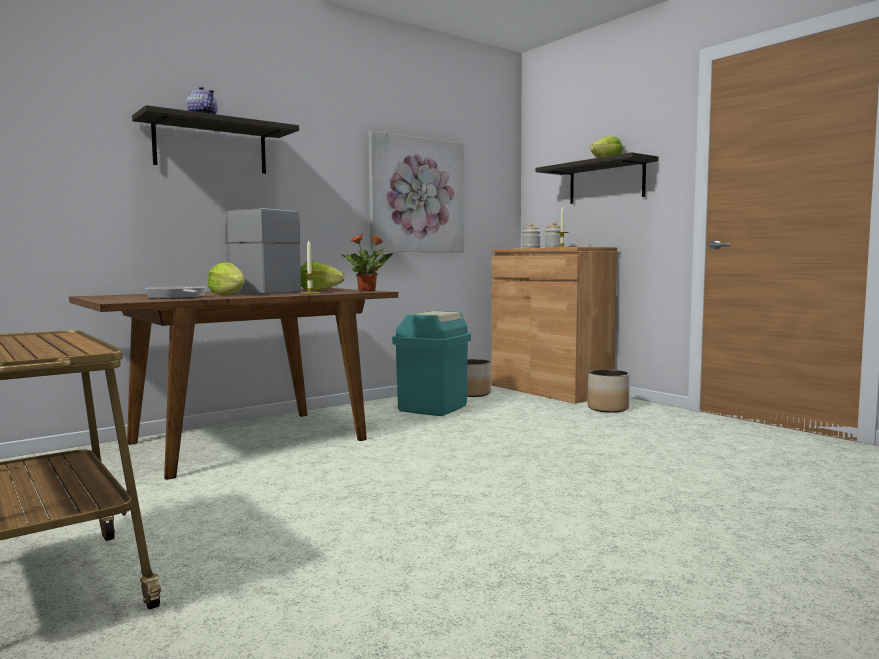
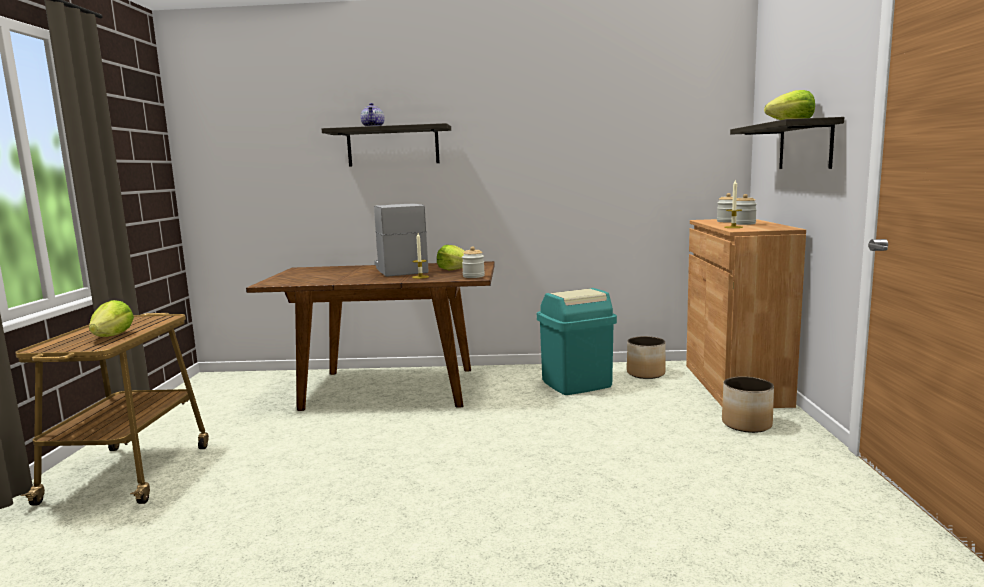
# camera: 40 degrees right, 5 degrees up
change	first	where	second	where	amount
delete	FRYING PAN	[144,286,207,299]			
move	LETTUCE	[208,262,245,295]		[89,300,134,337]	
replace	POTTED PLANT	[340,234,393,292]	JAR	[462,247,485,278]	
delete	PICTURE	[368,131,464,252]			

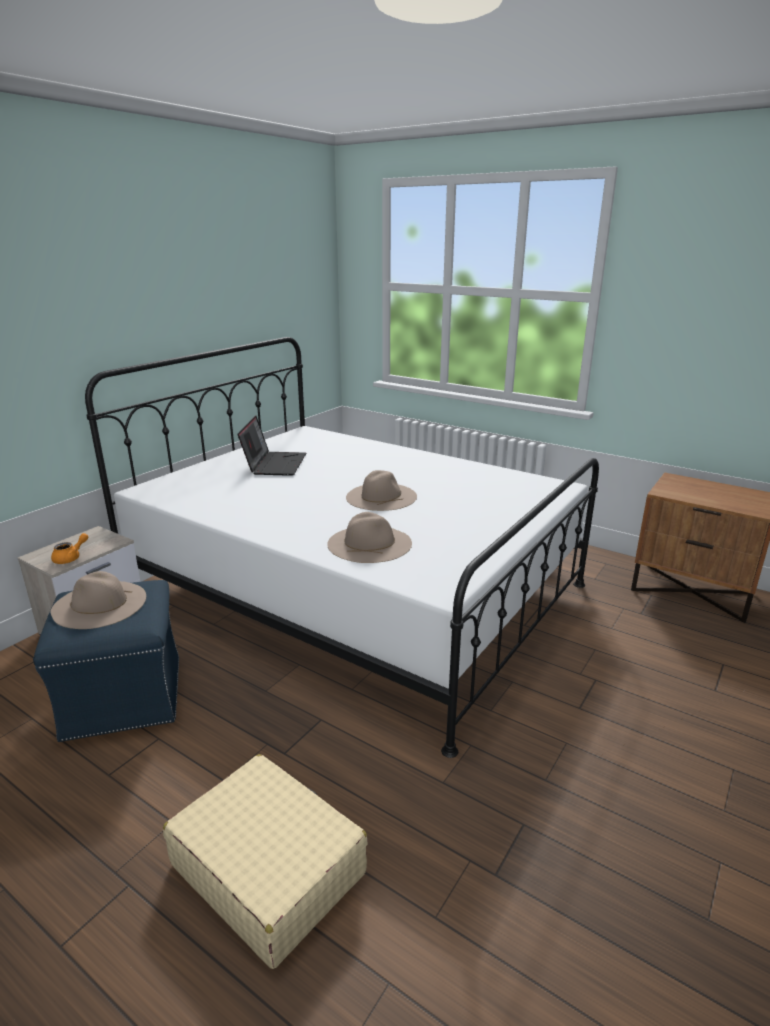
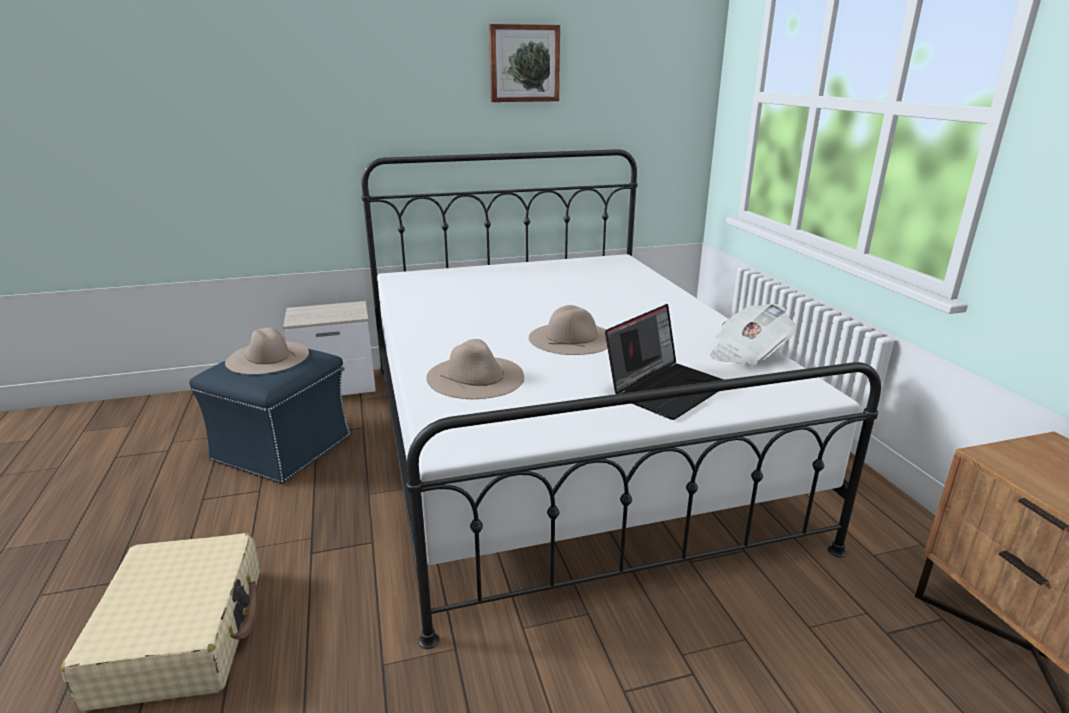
# camera: 40 degrees right, 0 degrees up
change	first	where	second	where	amount
delete	ORANGE TEAPOT	[51,533,88,564]			
move	LAPTOP	[237,416,306,476]		[605,304,724,420]	
insert			PICTURE	[489,24,560,102]	
insert			NEWSPAPER	[710,304,796,366]	

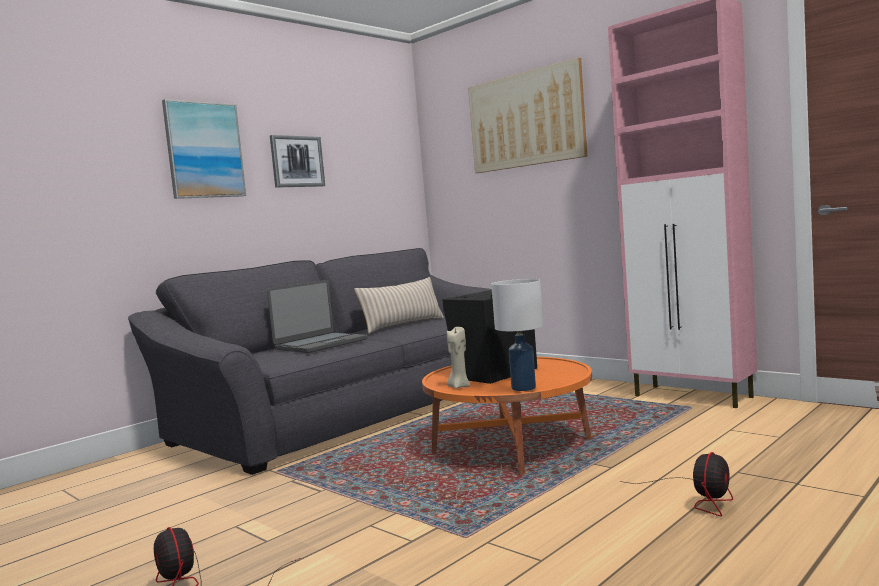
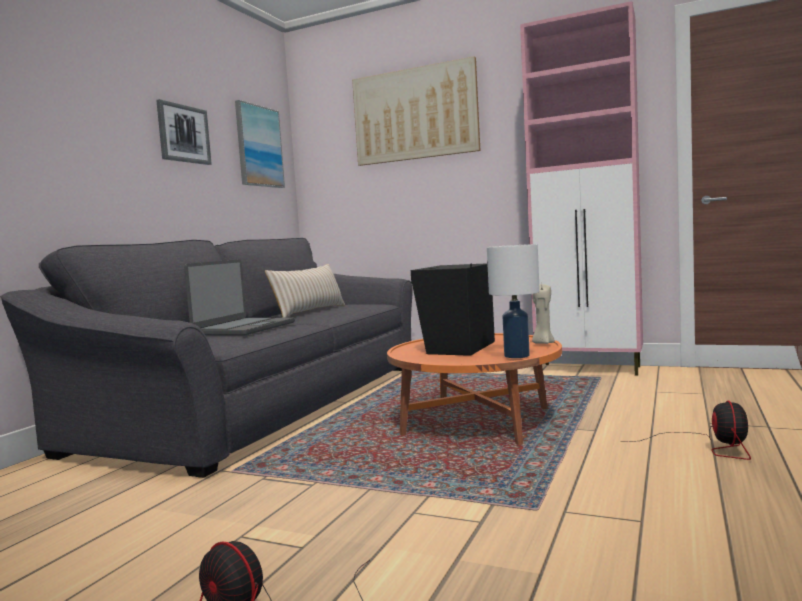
# camera: 20 degrees left, 0 degrees up
change	first	where	second	where	amount
move	PICTURE	[162,99,246,199]		[235,100,285,188]	
move	BEIGE CANDLE	[447,327,470,388]		[532,284,555,344]	

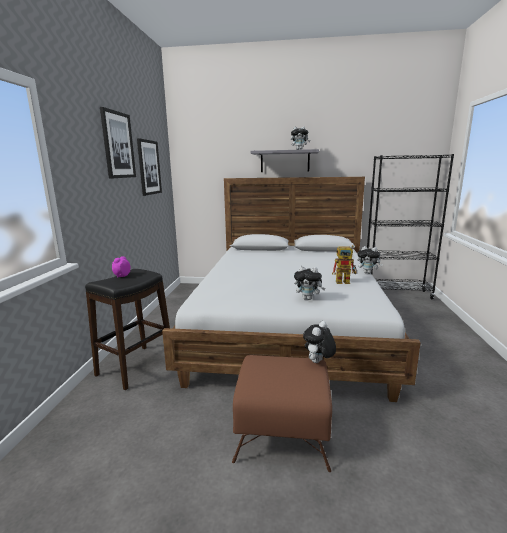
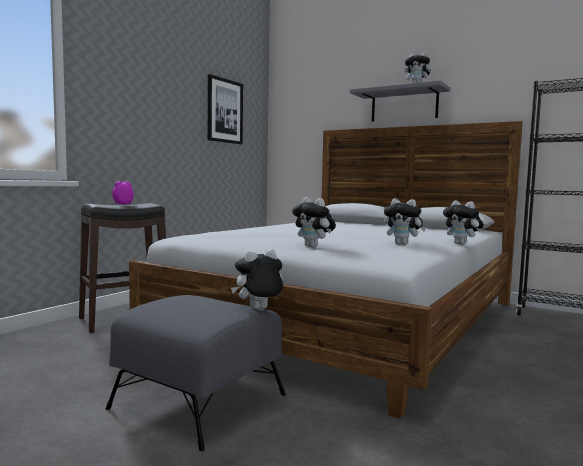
# camera: 25 degrees right, 10 degrees down
change	first	where	second	where	amount
delete	PICTURE	[100,107,136,179]			
recolor	BROWN OTTOMAN	[232,355,332,472]	GREY OTTOMAN	[105,295,286,451]	
replace	TOY ROBOT	[332,245,357,284]	PLUSH TOY	[384,198,426,245]	

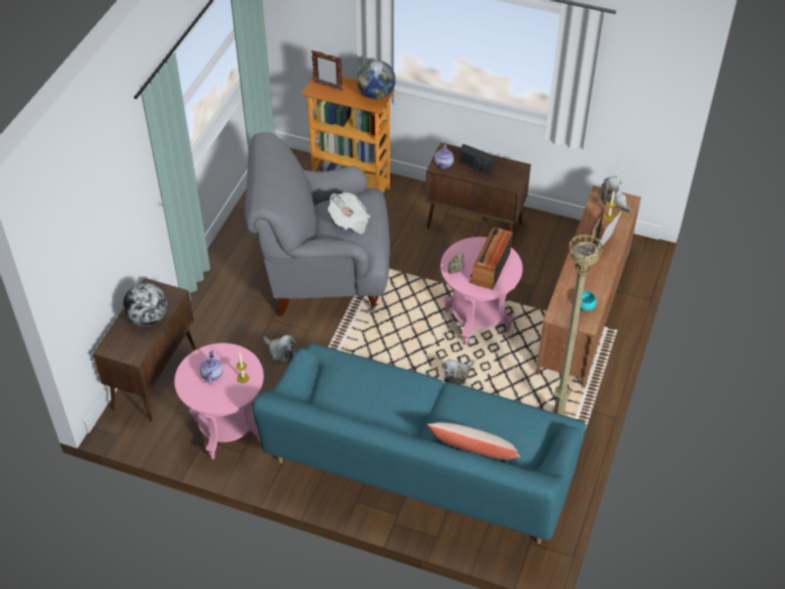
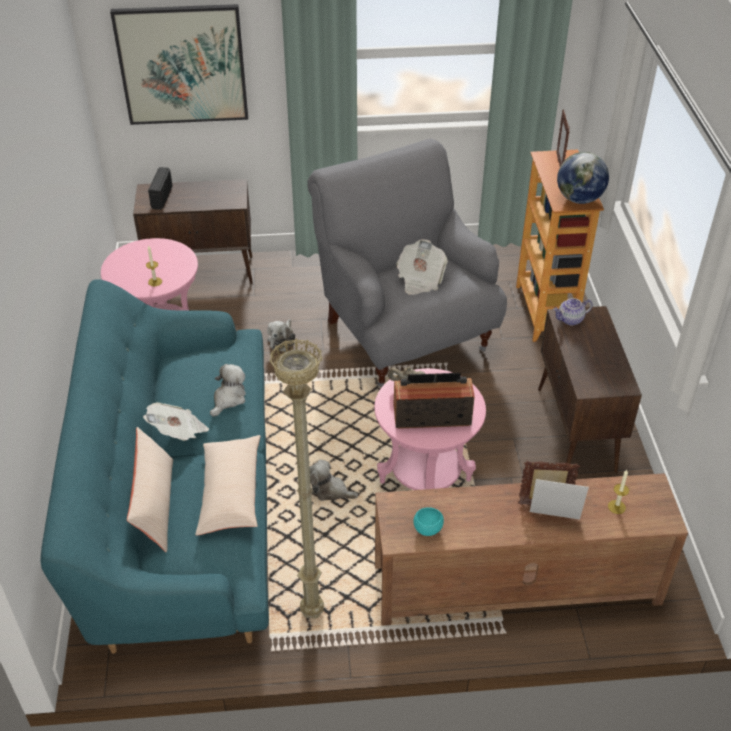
# camera: 65 degrees right, 5 degrees down
change	first	where	second	where	amount
delete	GLOBE	[123,283,167,326]			
delete	TEAPOT	[200,350,223,385]			
move	RADIO	[459,144,494,175]		[148,167,173,210]	
move	PLUSH TOY	[600,176,632,213]		[210,364,246,417]	
insert			PICTURE	[110,4,248,125]	
insert			NEWSPAPER	[143,402,209,441]	
insert			BEIGE PILLOW	[195,435,261,535]	

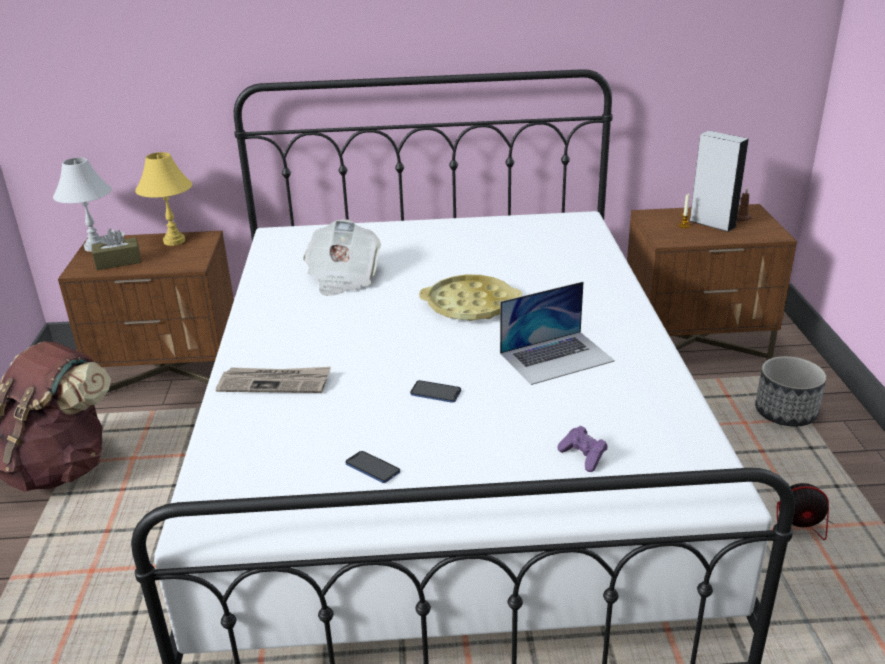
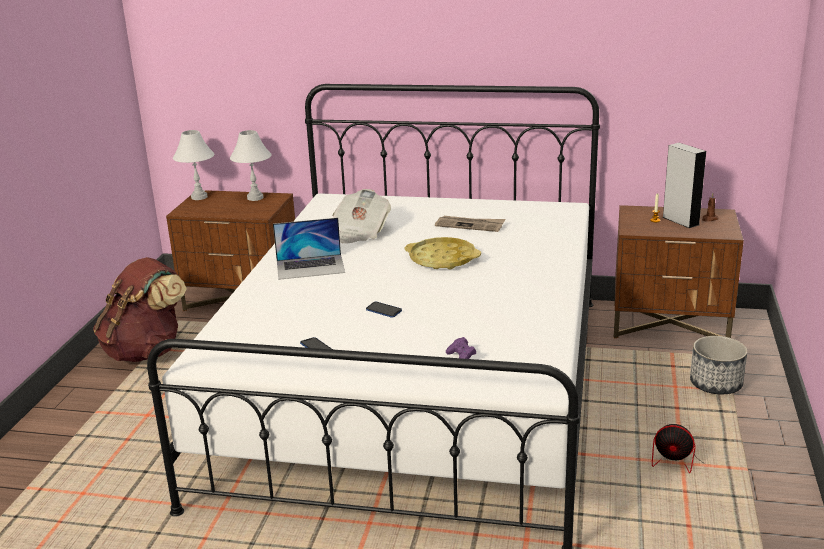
# camera: 15 degrees right, 5 degrees down
change	first	where	second	where	amount
delete	BROWN TISSUE BOX	[92,229,141,270]			
recolor	YELLOW TABLE LAMP	[135,152,192,246]	WHITE TABLE LAMP	[230,130,272,201]	
move	NEWSPAPER	[216,367,331,393]		[435,216,505,232]	
move	LAPTOP	[500,282,615,385]		[273,218,345,280]	

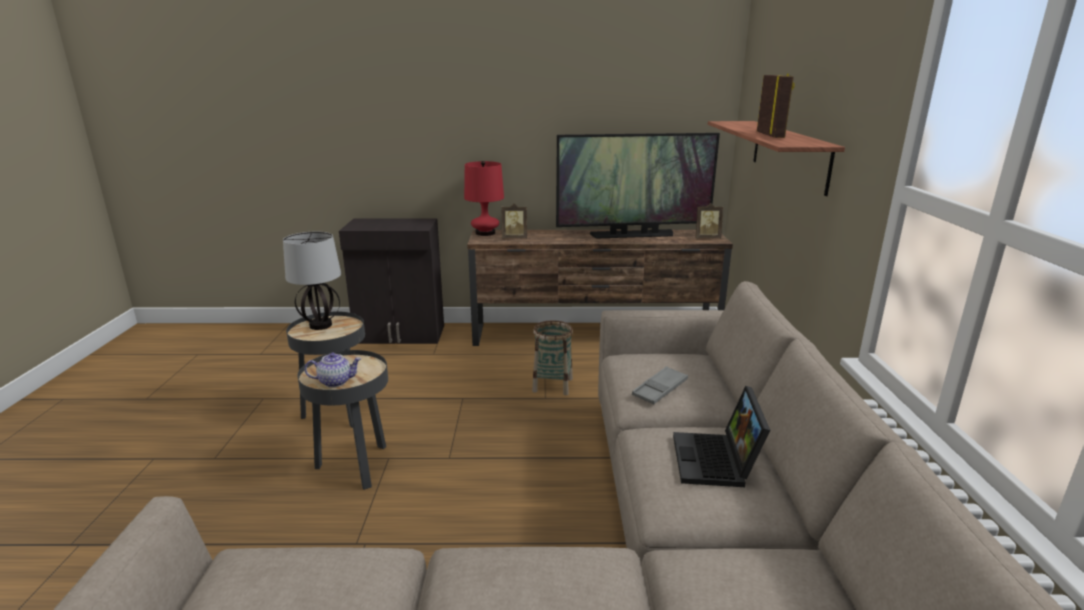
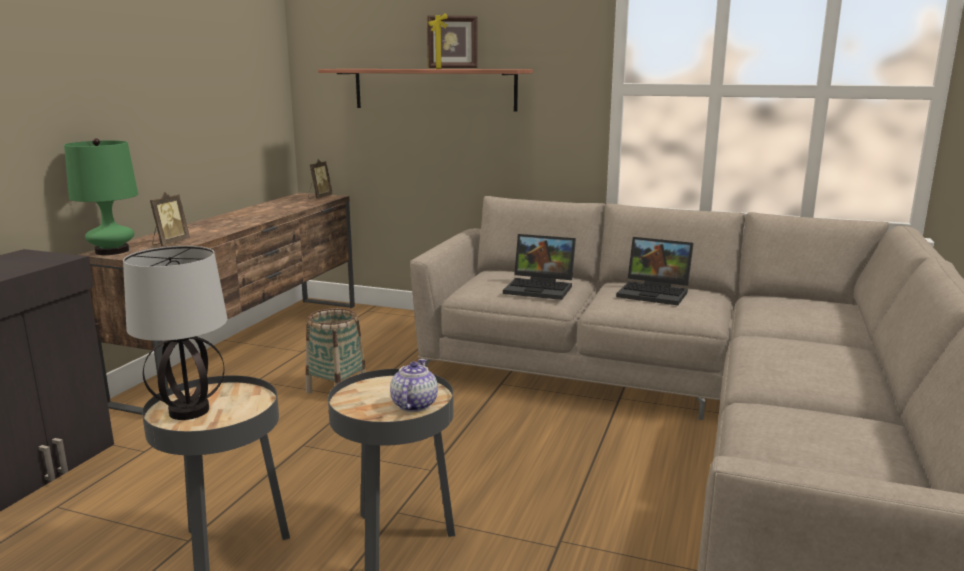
# camera: 70 degrees left, 5 degrees down
change	first	where	second	where	amount
recolor	RED TABLE LAMP	[464,161,504,236]	GREEN TABLE LAMP	[64,138,138,255]	
delete	TELEVISION	[556,133,720,238]			
replace	GREY TRAY	[632,366,688,405]	LAPTOP	[503,234,576,300]	
rotate	PICTURE FRAME	[757,73,795,138]		[427,13,477,69]	150 degrees clockwise

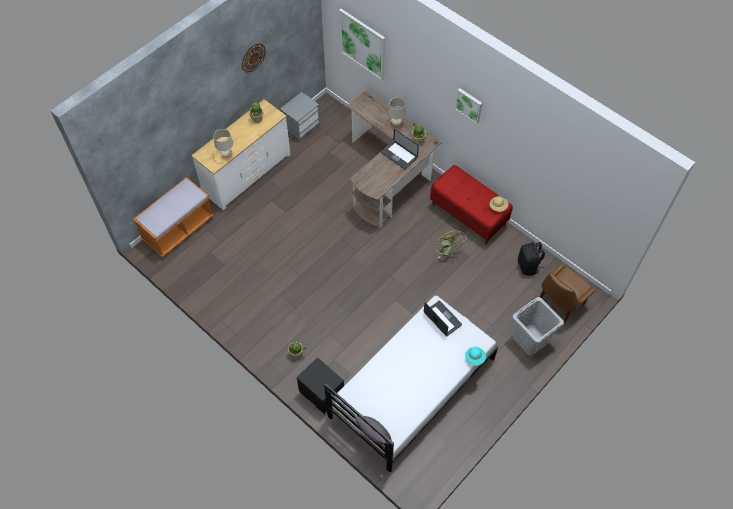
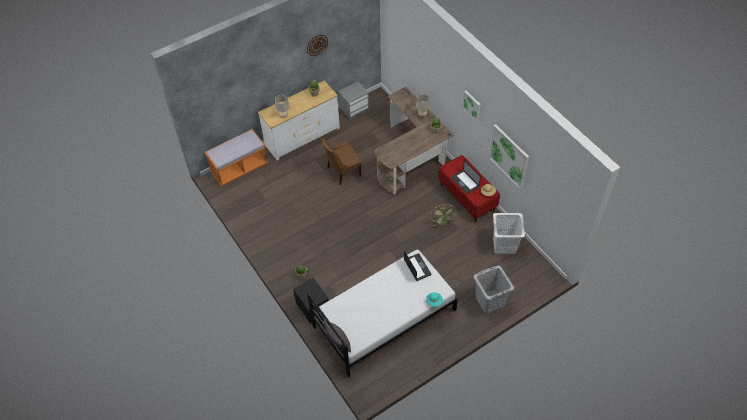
# camera: 15 degrees right, 5 degrees down
change	first	where	second	where	amount
move	PICTURE	[339,9,385,81]		[489,124,529,190]	
move	LAPTOP	[381,129,419,169]		[451,160,481,194]	
replace	BLACK BACKPACK	[518,242,545,276]	WHITE LAUNDRY BASKET	[493,213,525,254]	
move	BROWN CHAIR	[539,264,595,323]		[322,138,362,185]	

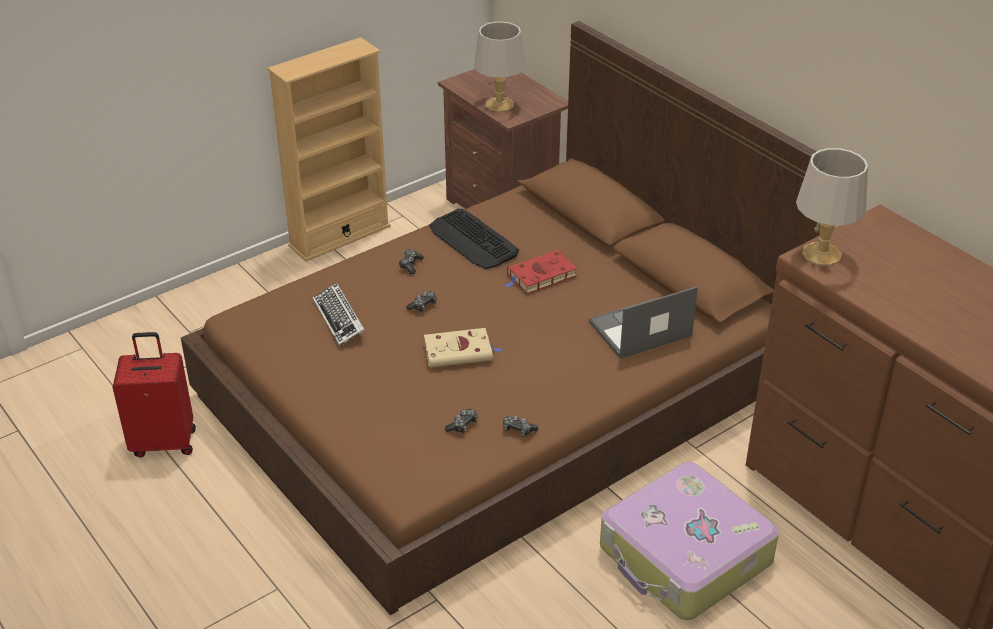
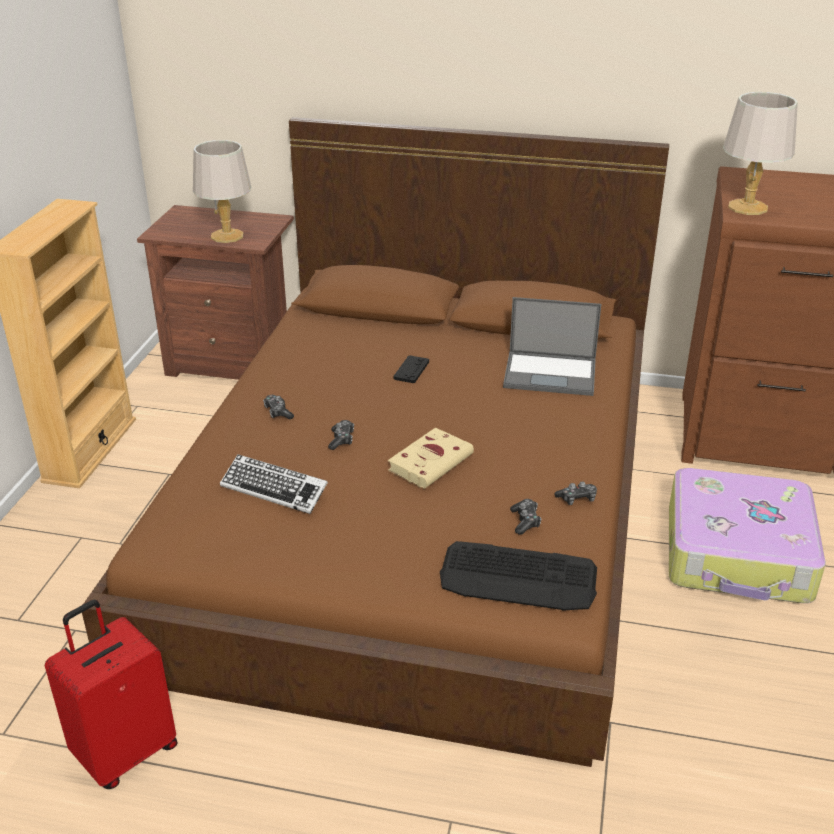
# camera: 40 degrees left, 5 degrees down
change	first	where	second	where	amount
move	KEYBOARD	[429,208,519,269]		[440,541,597,611]	
replace	RED BOOK	[505,250,577,294]	BLACK GAME CONTROLLER	[393,355,429,383]	
rotate	LAPTOP	[589,286,698,359]		[503,297,601,396]	105 degrees counterclockwise

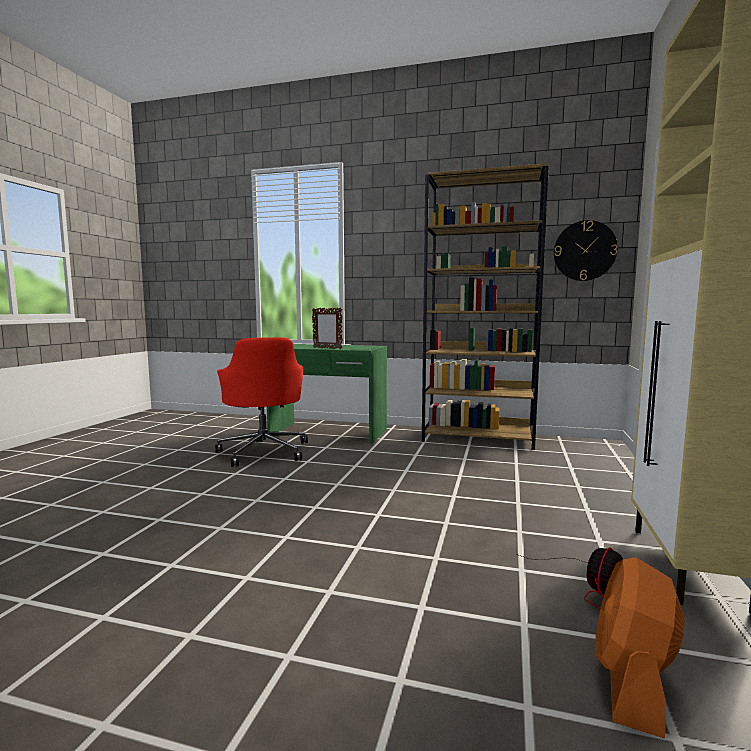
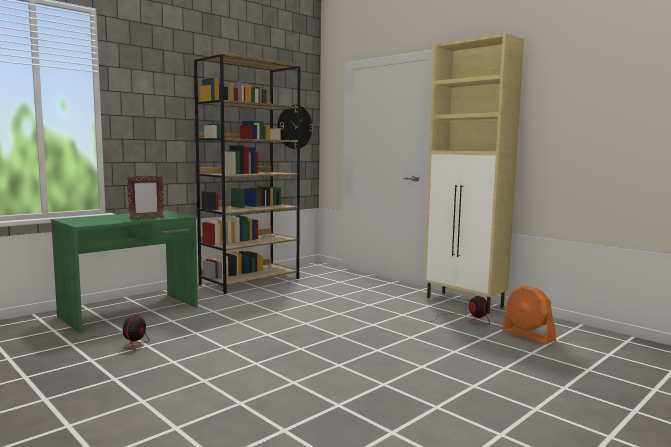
# camera: 60 degrees left, 0 degrees up
change	first	where	second	where	amount
replace	RED OFFICE CHAIR	[215,337,308,467]	FAN	[95,315,149,351]	

